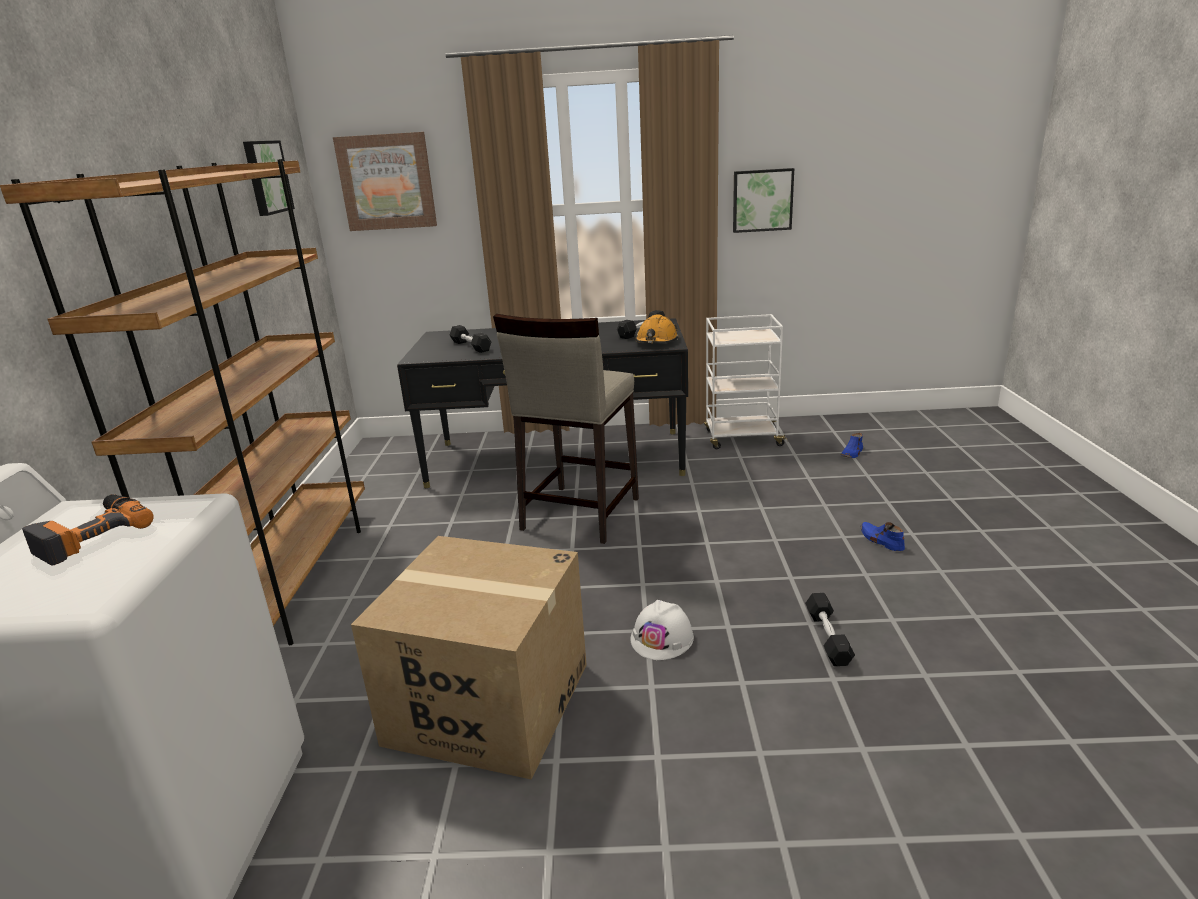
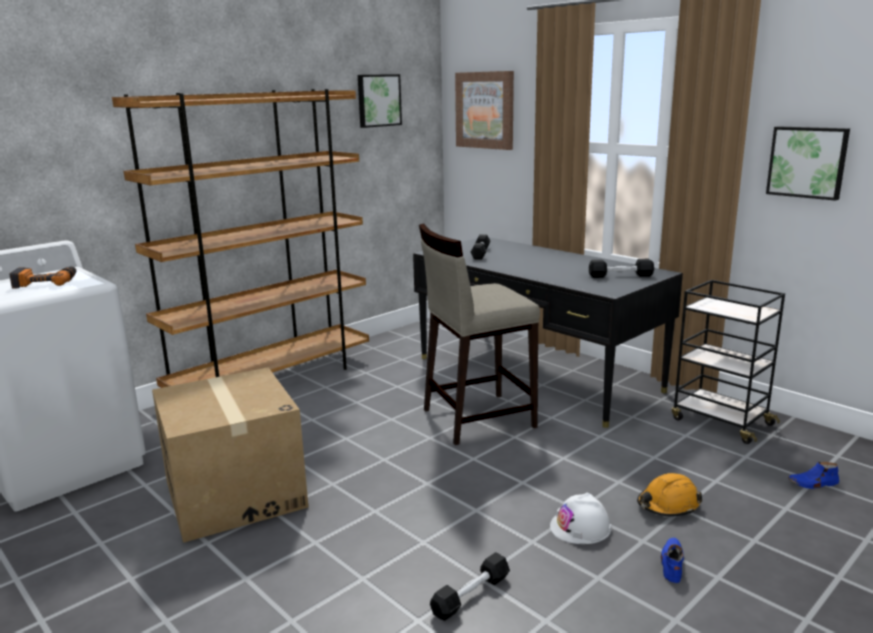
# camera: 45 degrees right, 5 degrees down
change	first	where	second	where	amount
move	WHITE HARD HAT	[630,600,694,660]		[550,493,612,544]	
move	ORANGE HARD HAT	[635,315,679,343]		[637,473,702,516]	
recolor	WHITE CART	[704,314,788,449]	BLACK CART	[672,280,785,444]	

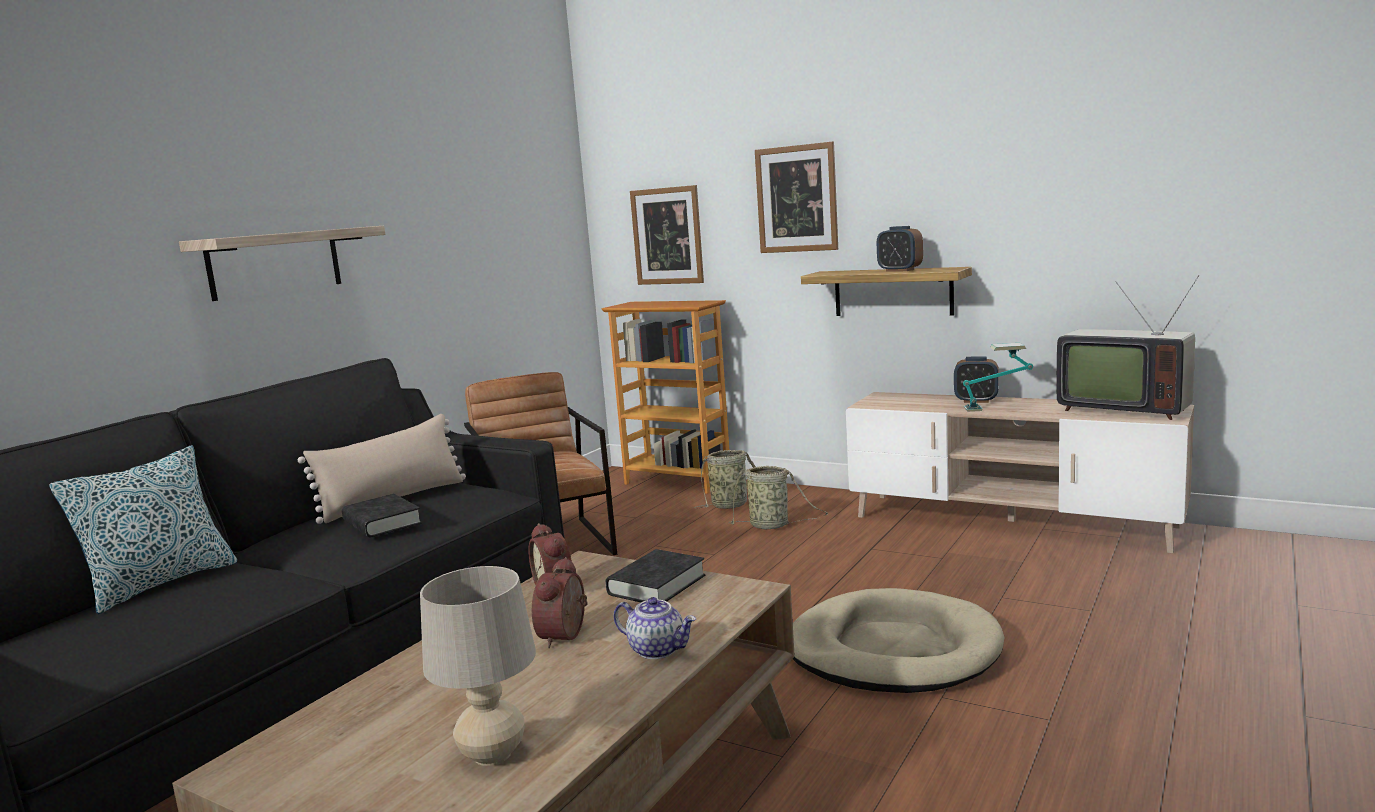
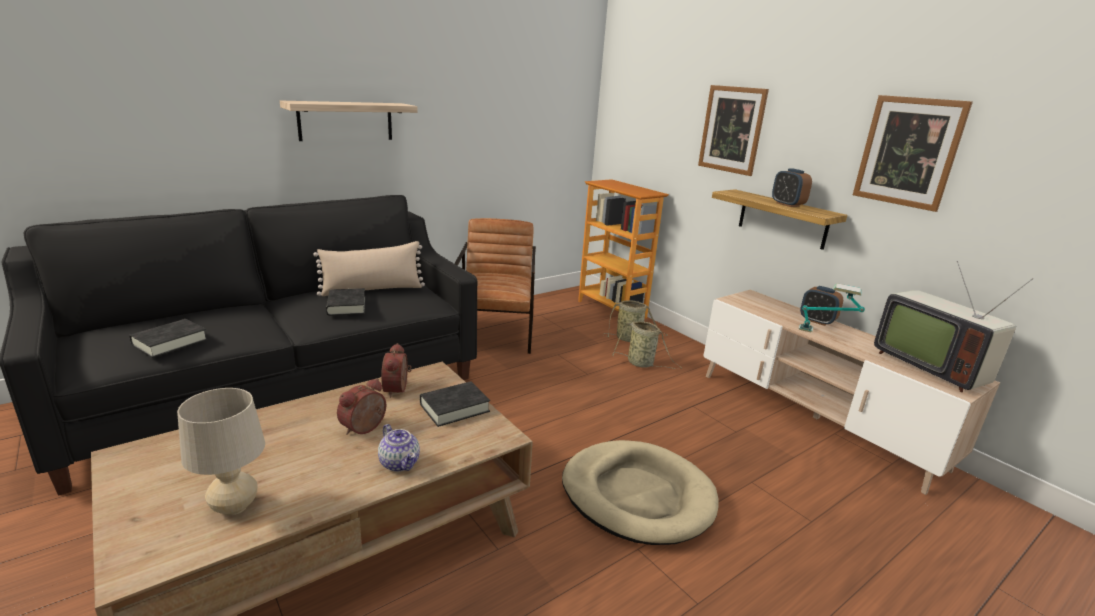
# camera: 20 degrees right, 10 degrees up
change	first	where	second	where	amount
delete	PILLOW	[49,445,237,614]			
move	PICTURE	[630,185,704,285]		[853,95,973,212]	
insert			BLACK BOOK	[129,319,208,358]	

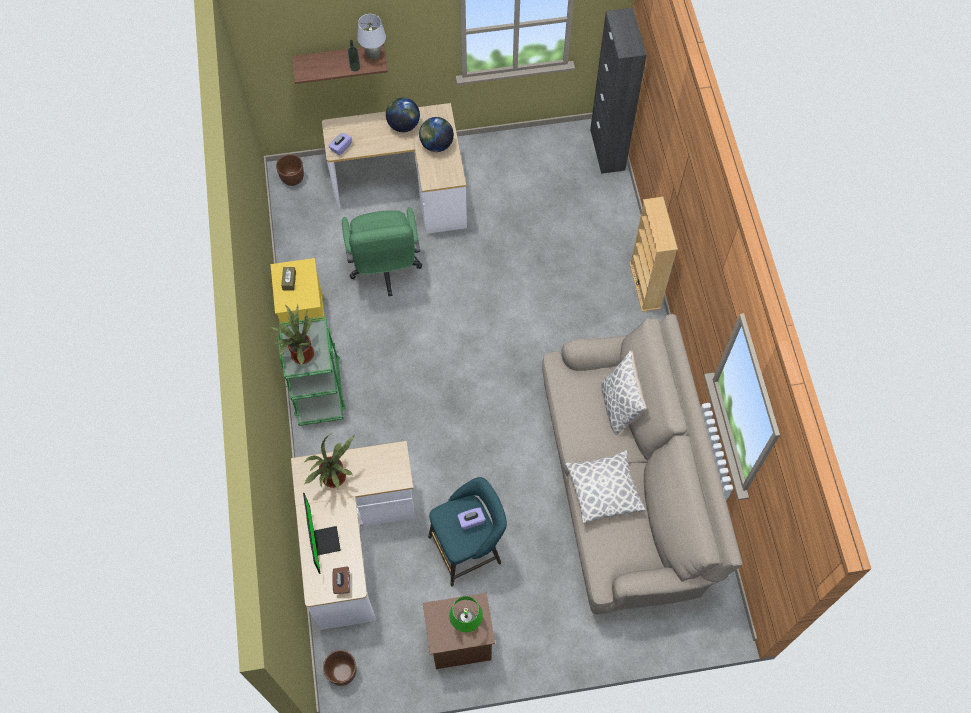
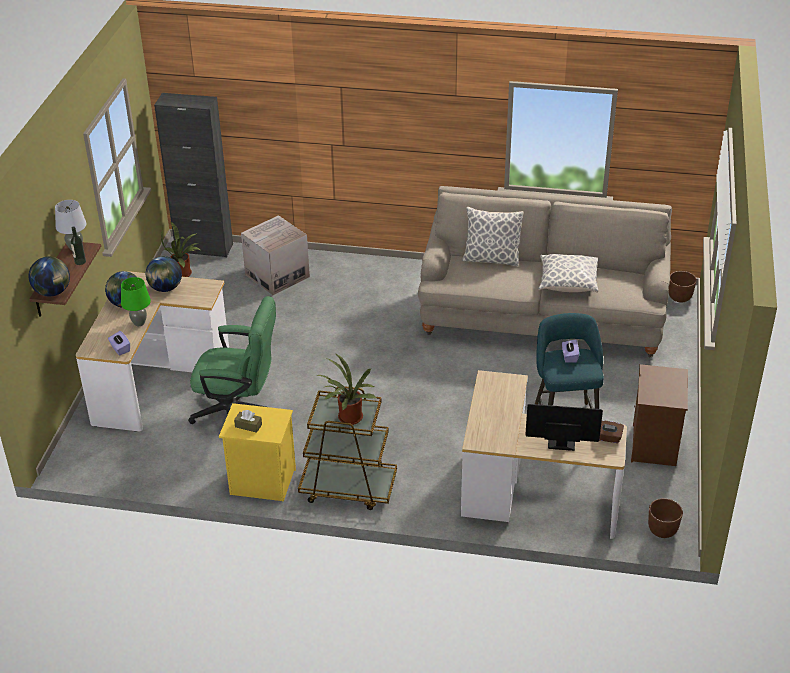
# camera: 70 degrees left, 25 degrees down
change	first	where	second	where	amount
move	BROWN PLANTER	[276,154,304,186]		[668,271,697,302]	
recolor	GREEN CART	[278,316,346,426]	BROWN CART	[298,386,397,510]	
move	POTTED PLANT	[304,434,355,488]		[161,222,200,277]	
move	GREEN TABLE LAMP	[449,596,483,632]		[121,277,151,326]	
delete	BEIGE BOOKCASE	[629,197,678,312]			
insert			GLOBE	[29,257,70,297]	
insert			CARDBOARD BOX	[241,215,310,295]	

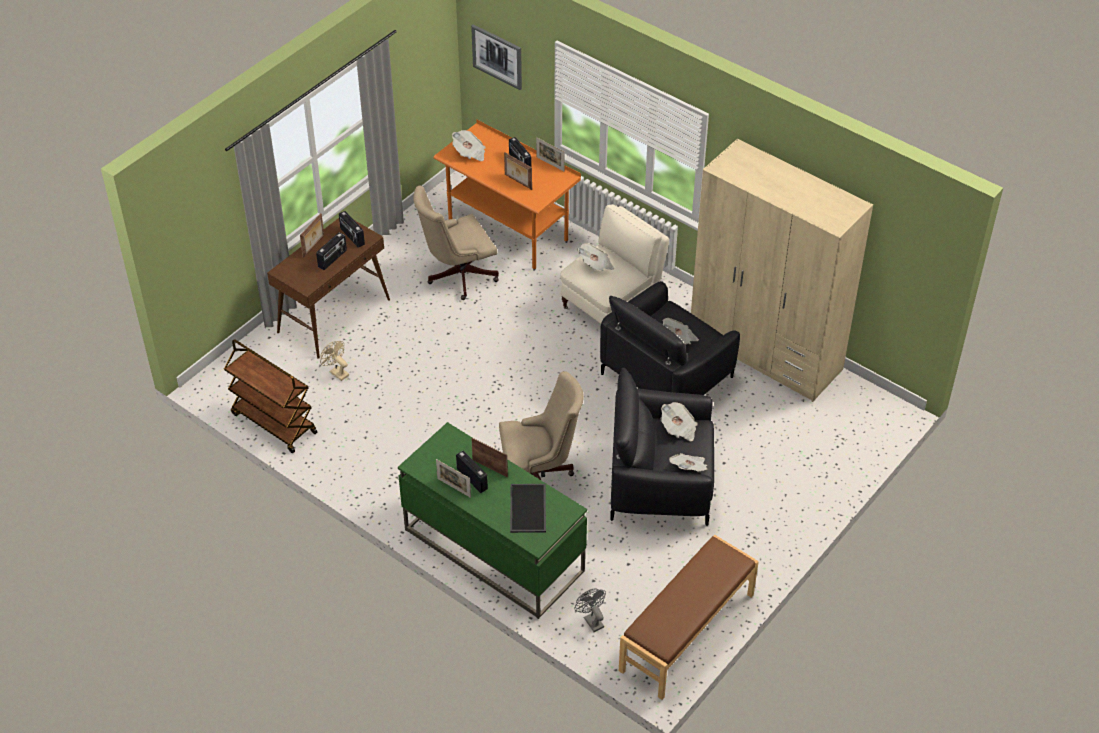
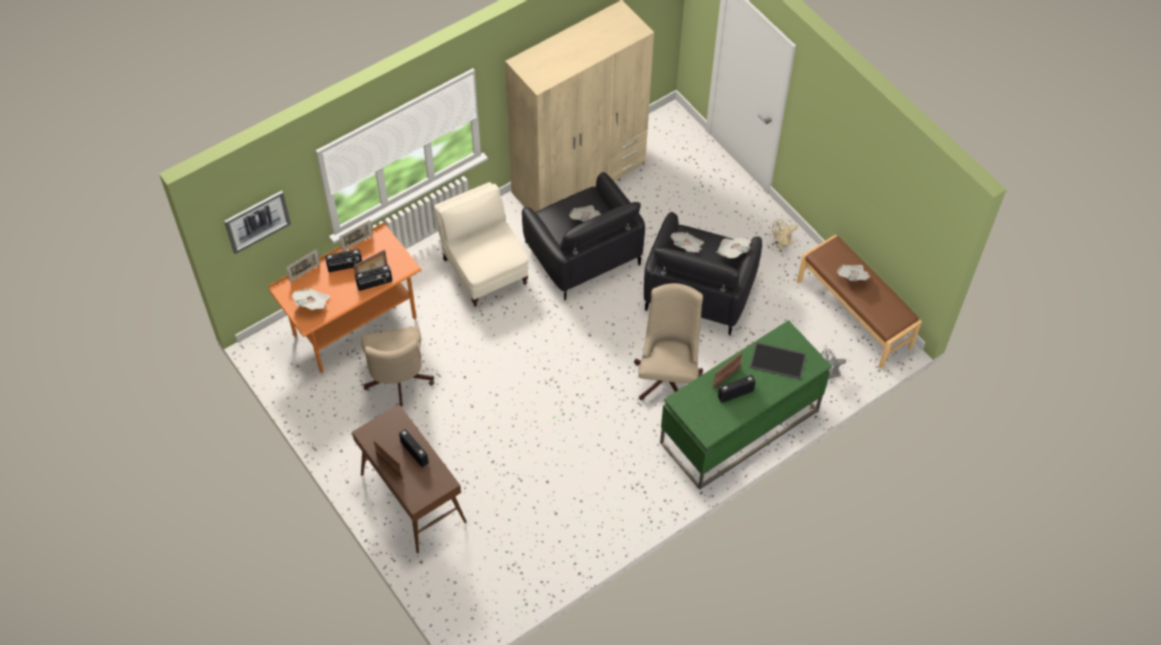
# camera: 75 degrees left, 10 degrees up
change	first	where	second	where	amount
delete	BROWN CART	[224,339,317,453]			
move	BEIGE FAN	[320,341,349,381]		[772,219,797,250]	
move	RADIO	[339,211,365,248]		[355,265,392,291]	
move	PICTURE FRAME	[436,459,471,498]		[286,249,320,282]	
move	NEWSPAPER	[577,243,614,271]		[837,265,870,281]	

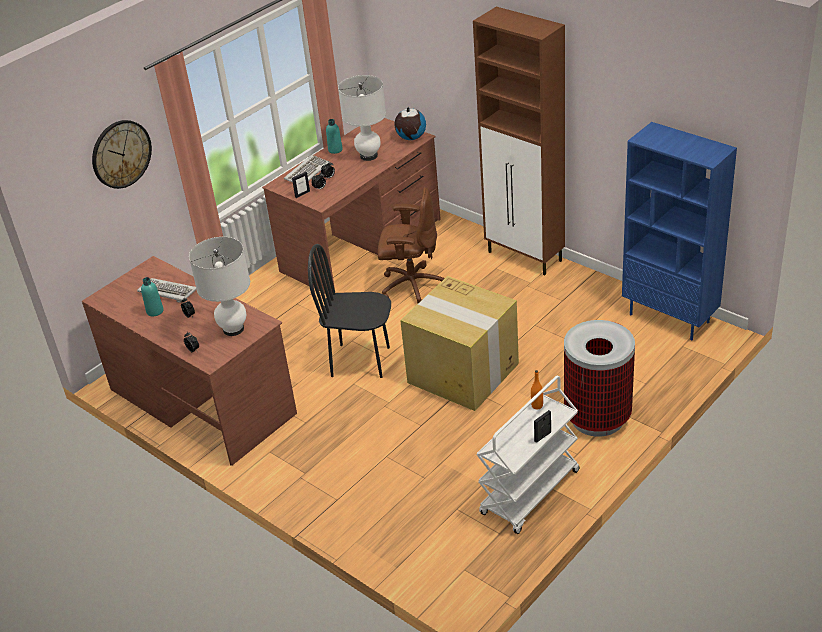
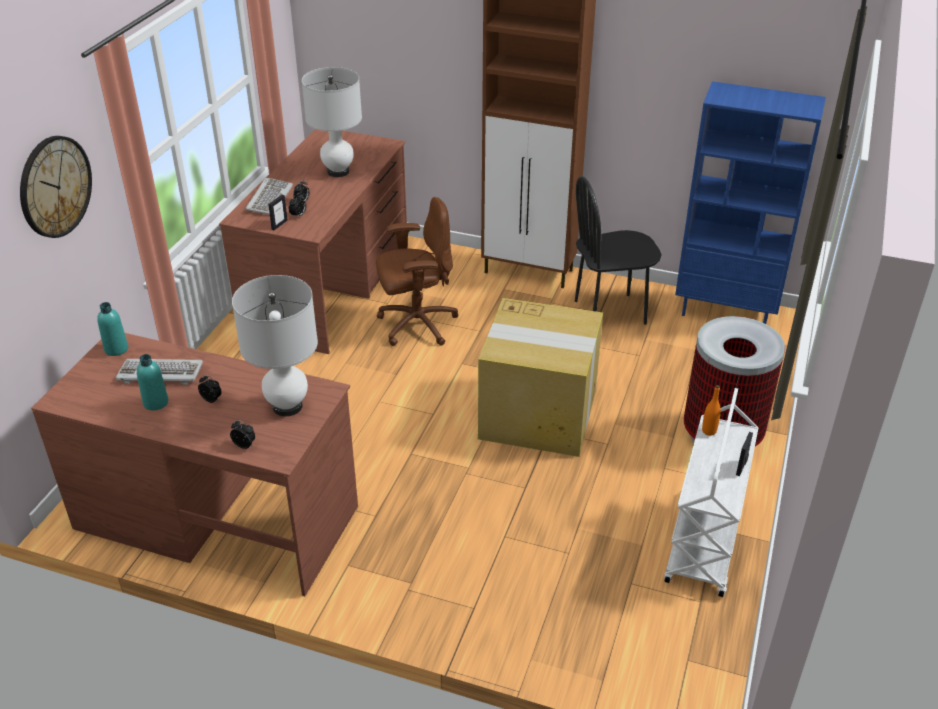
# camera: 25 degrees left, 0 degrees up
change	first	where	second	where	amount
move	BLACK CHAIR	[308,244,391,378]		[575,176,662,325]	
move	TURQUOISE BOTTLE	[326,119,343,154]		[97,302,128,356]	
delete	GLOBE	[395,107,426,140]			

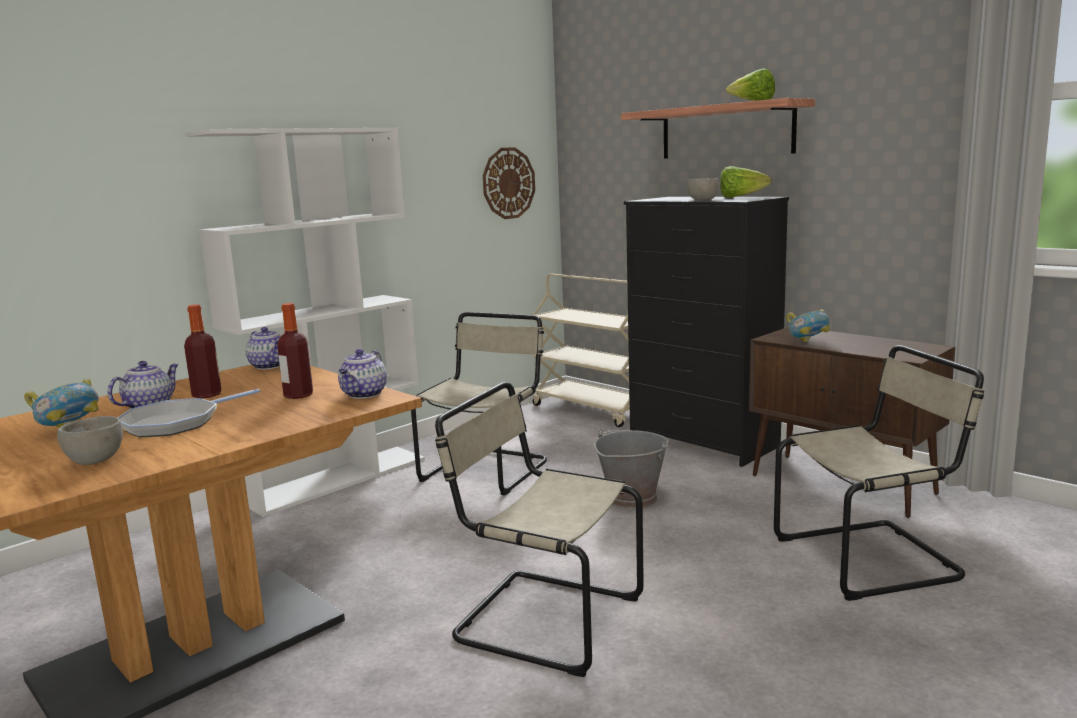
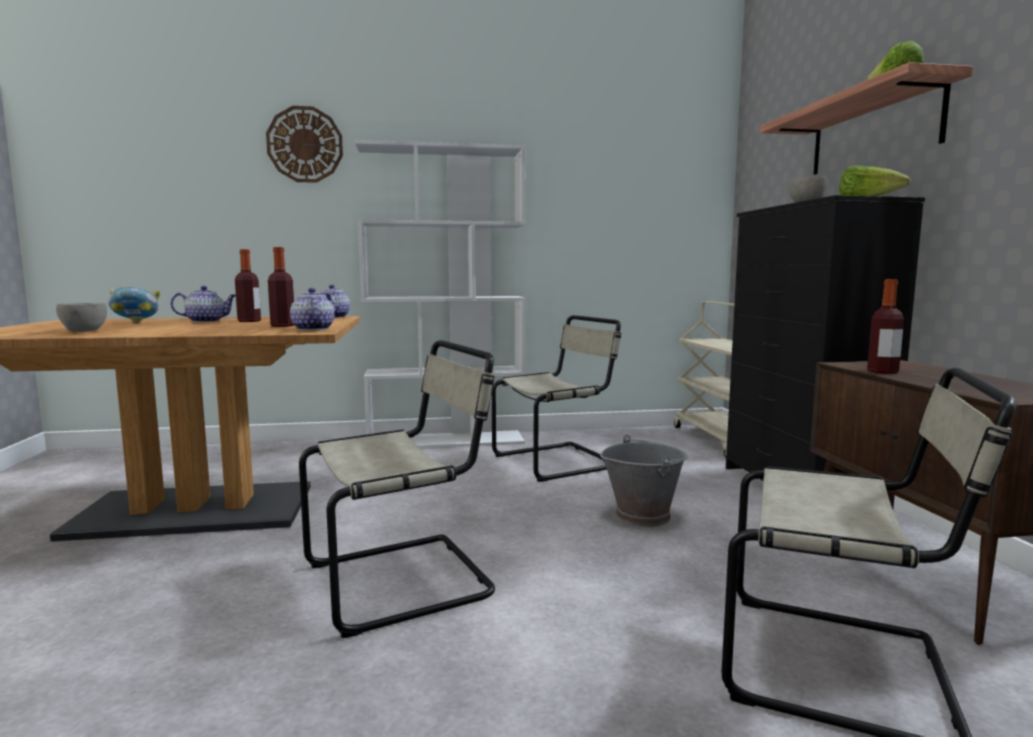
# camera: 35 degrees right, 5 degrees down
change	first	where	second	where	amount
delete	FRYING PAN	[118,389,260,437]			
rotate	TEAPOT	[338,349,387,399]		[290,288,335,330]	105 degrees clockwise
rotate	BEIGE CHAIR	[435,382,644,677]		[299,340,495,638]	90 degrees clockwise
move	WALL CLOCK	[483,147,535,219]		[266,106,343,183]	
replace	BOWL	[786,310,830,342]	BOTTLE	[867,279,904,374]	

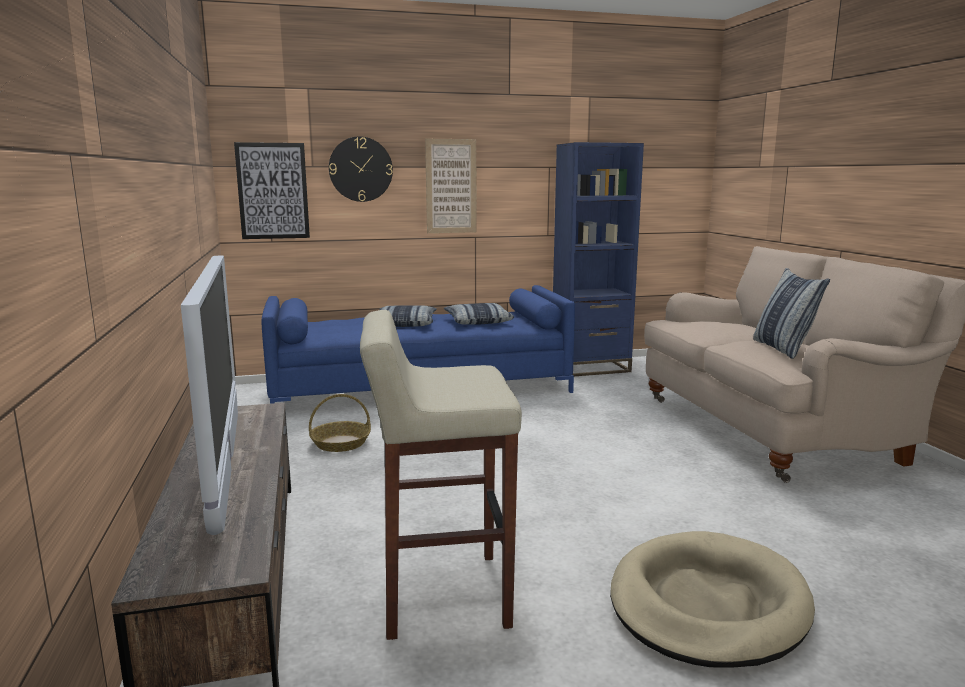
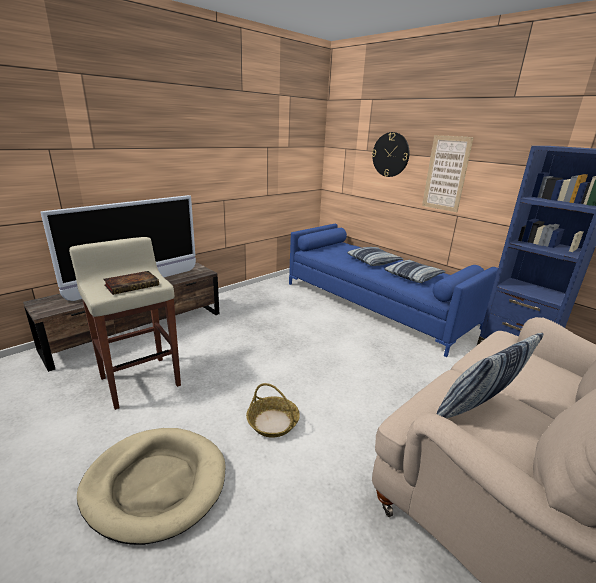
# camera: 60 degrees right, 10 degrees up
change	first	where	second	where	amount
delete	PICTURE	[234,142,310,239]			
move	BASKET	[309,394,371,452]		[246,383,300,438]	
insert			BOOK	[103,271,159,295]	

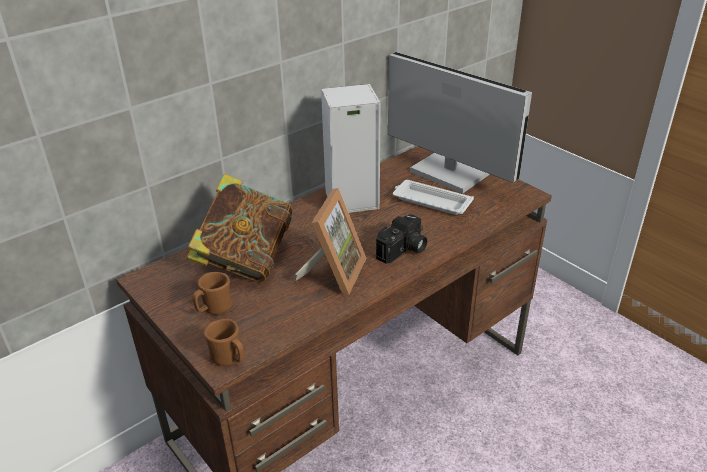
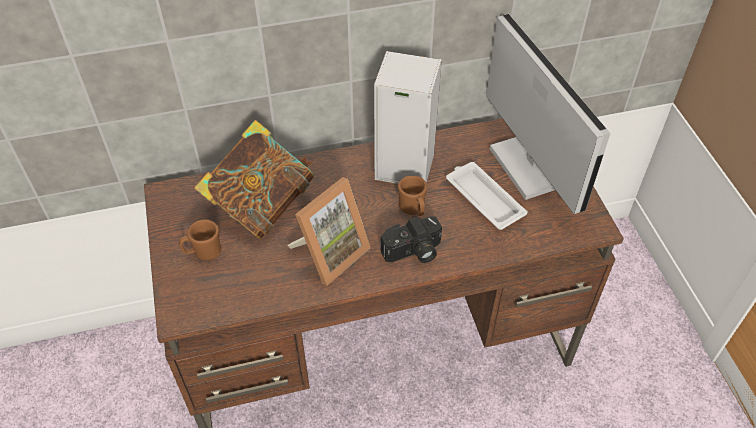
# camera: 25 degrees right, 15 degrees up
change	first	where	second	where	amount
move	BROWN MUG	[204,319,244,366]		[398,176,427,216]	

